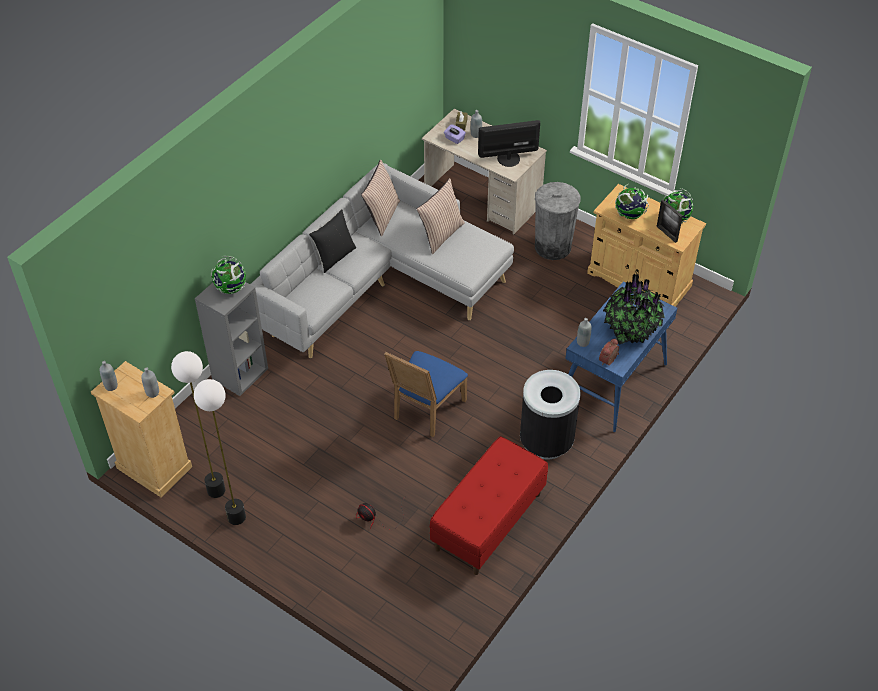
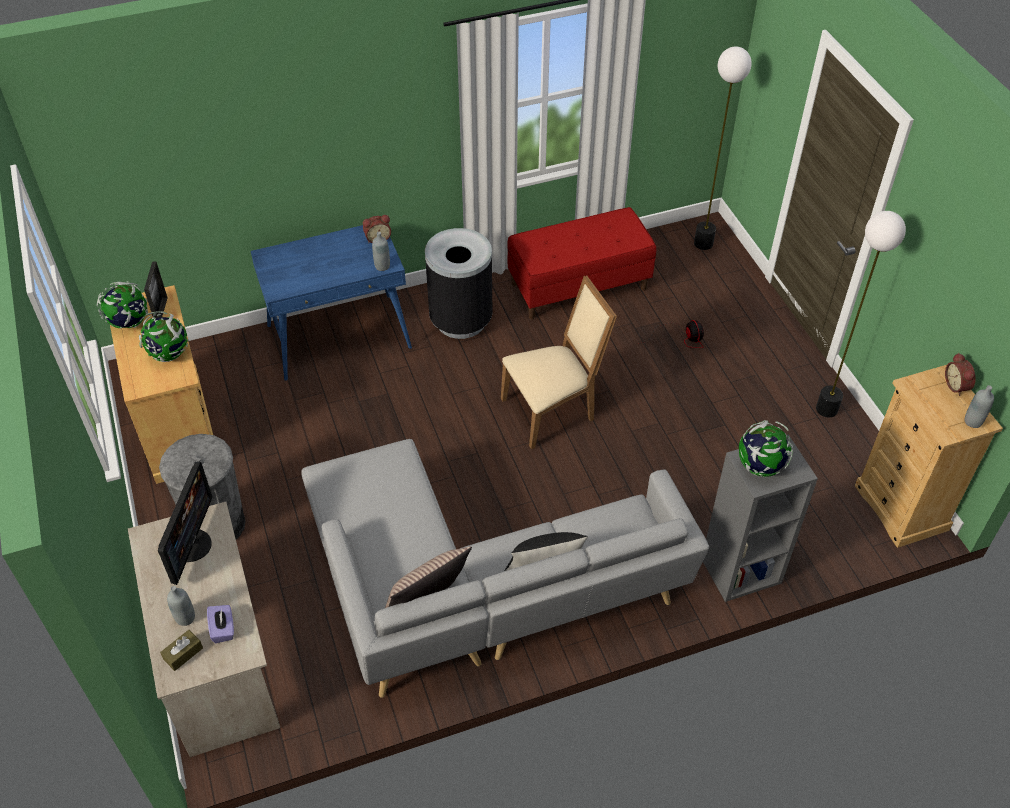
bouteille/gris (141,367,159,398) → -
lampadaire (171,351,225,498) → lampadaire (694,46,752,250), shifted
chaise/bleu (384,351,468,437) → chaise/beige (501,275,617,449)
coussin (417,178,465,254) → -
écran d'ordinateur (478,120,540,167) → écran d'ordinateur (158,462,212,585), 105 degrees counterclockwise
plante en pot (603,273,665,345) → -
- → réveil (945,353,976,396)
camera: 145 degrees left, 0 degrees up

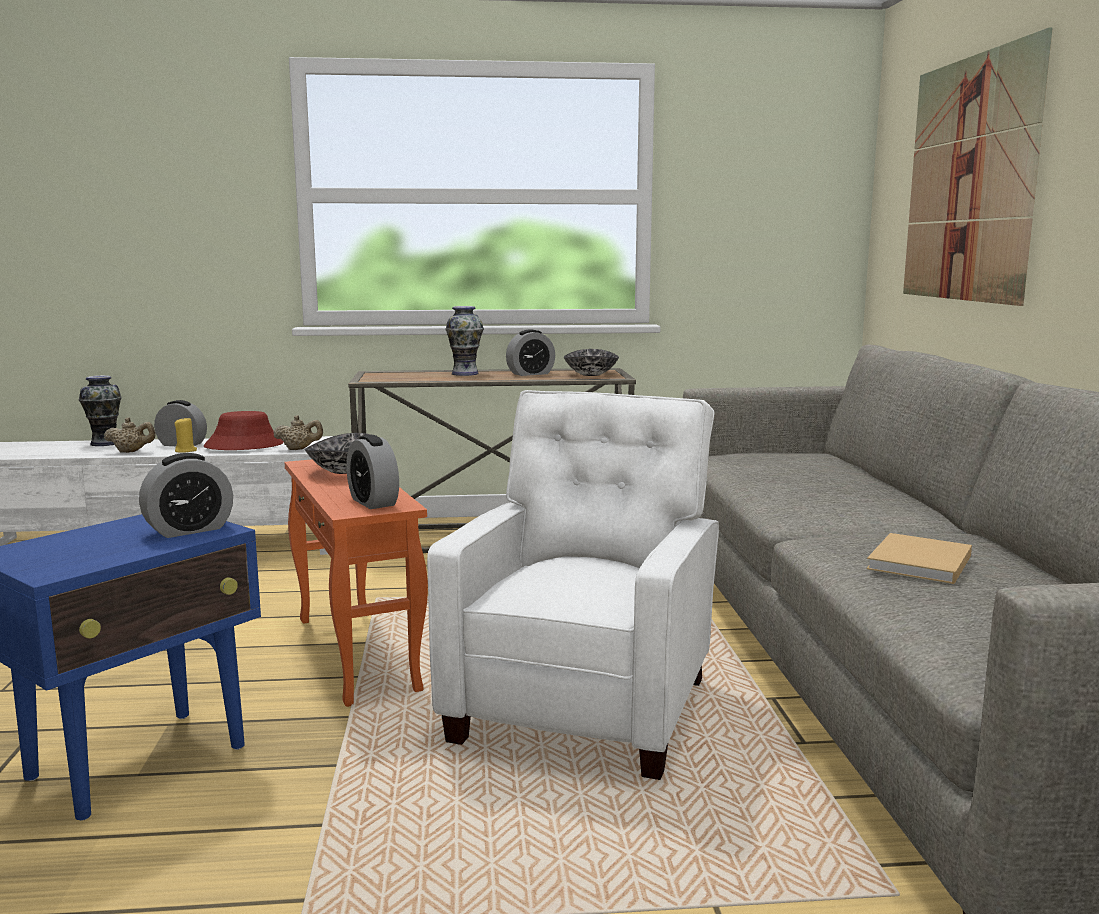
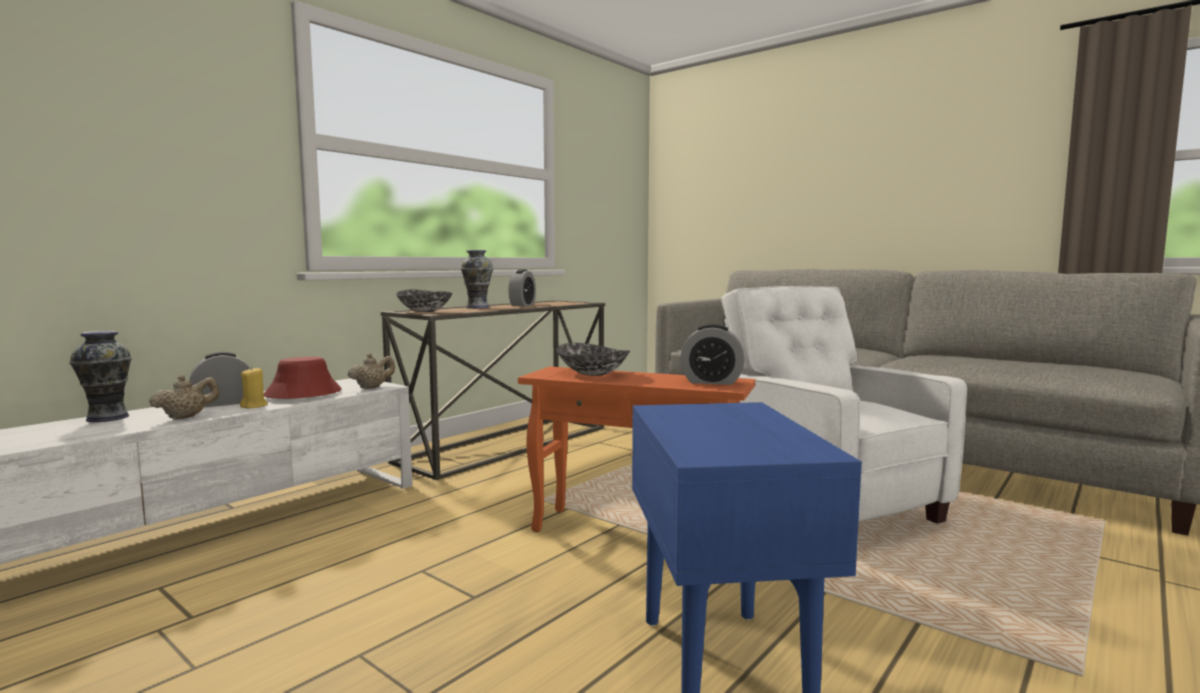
réveil (139,453,233,538) → -
bol (564,349,619,376) → bol (396,290,452,312), shifted
livre/beige (867,533,972,584) → -
tableau (903,27,1053,306) → -
camera: 45 degrees left, 5 degrees down

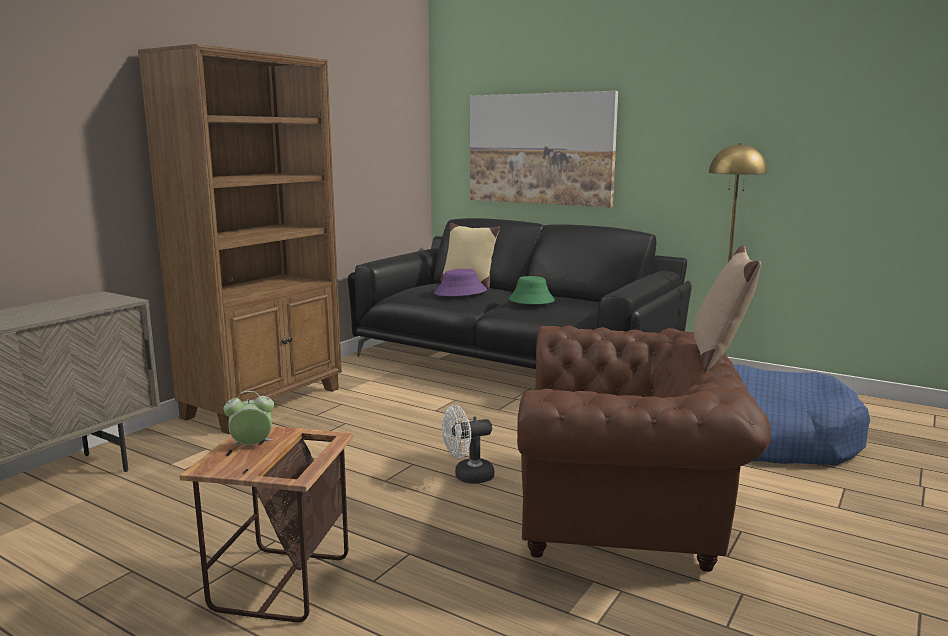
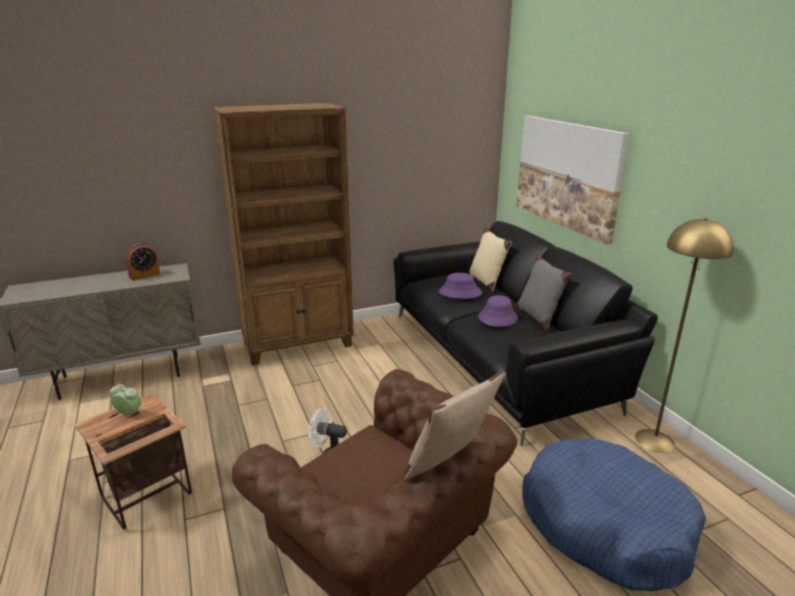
chapeau/vert (509,276,555,304) → chapeau/violet (478,295,518,327)
- → réveil (125,243,160,281)
- → coussin/gris (516,254,571,331)
camera: 35 degrees right, 10 degrees up

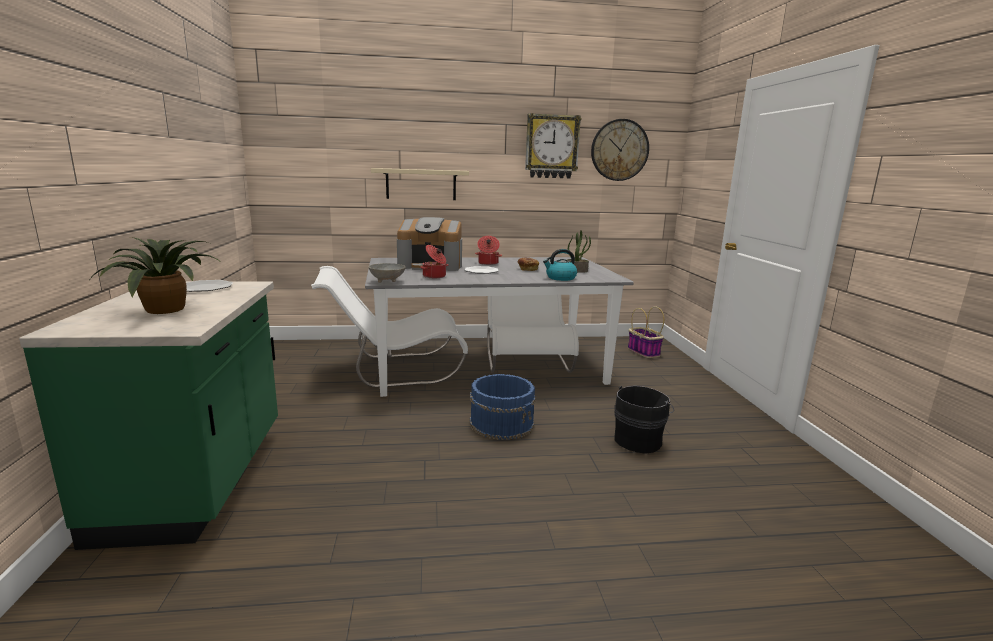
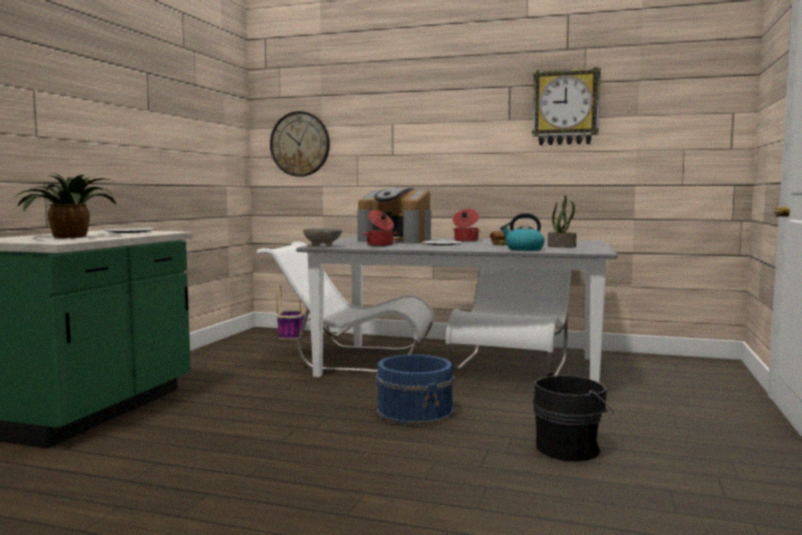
étagère/beige (371,168,469,200) → -
horloge murale (591,119,649,181) → horloge murale (270,111,330,177), shifted
panier (628,306,664,358) → panier (277,284,305,340), shifted
camera: 25 degrees right, 10 degrees down

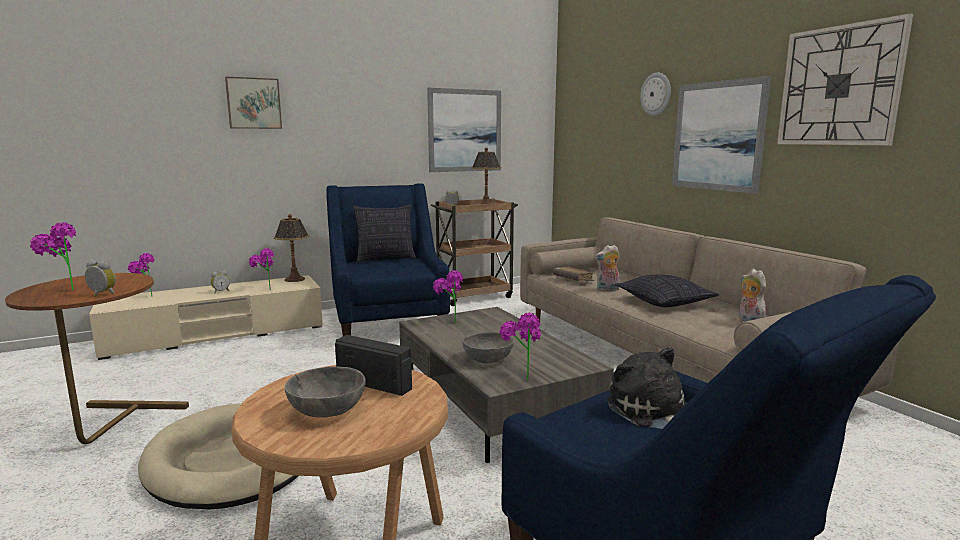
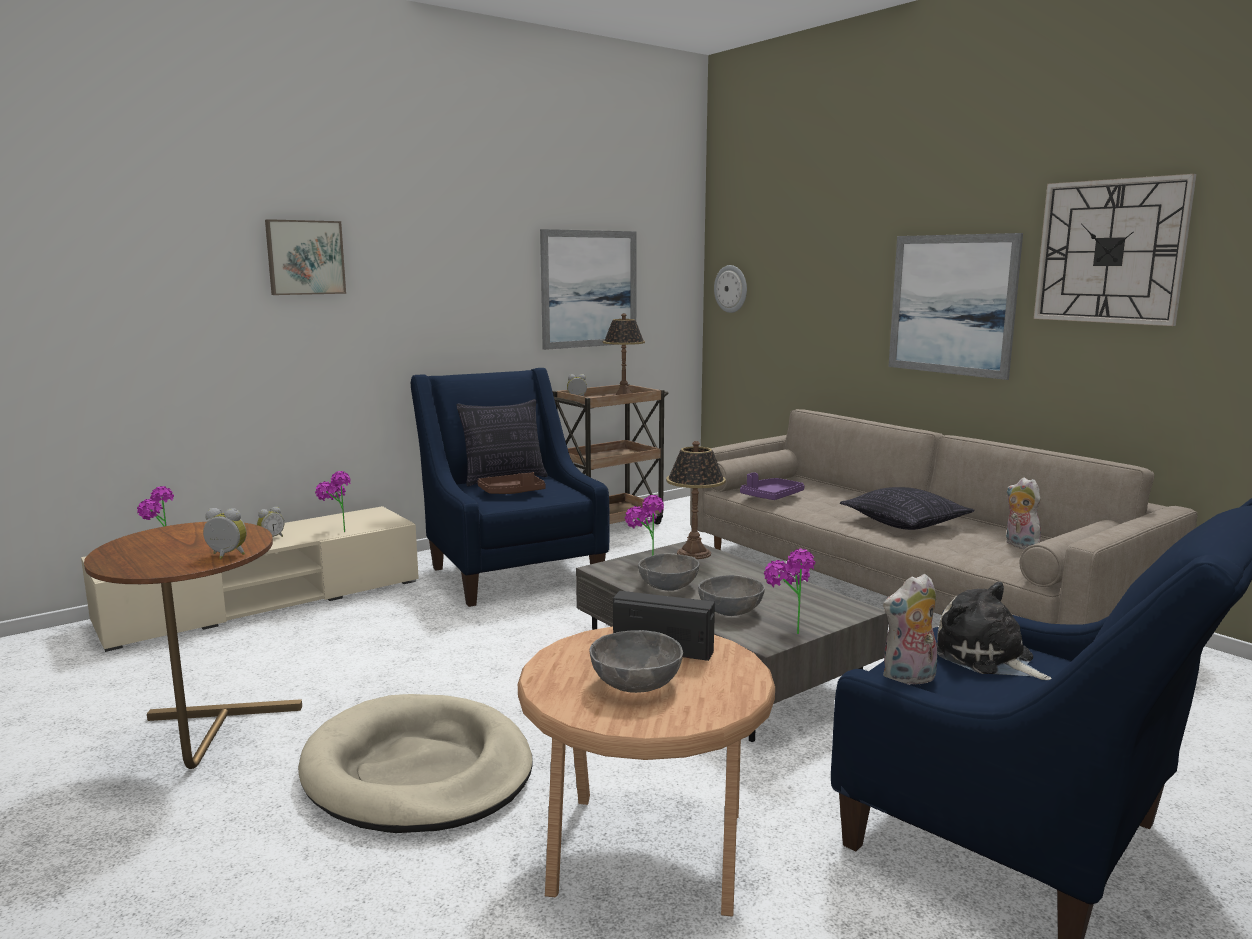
plante en pot (30,222,76,291) → -
lampe de table (274,214,309,282) → lampe de table (666,441,726,559), shifted
livre/marron (553,267,595,282) → plateau/violet (740,472,805,500)
peluche (595,245,620,292) → peluche (883,574,937,686), shifted
horloge murale (640,73,671,116) → horloge murale (714,265,747,313), shifted
- → plateau/marron (478,472,546,494)
- → bol/gris (638,553,699,591)
camera: 10 degrees left, 0 degrees up

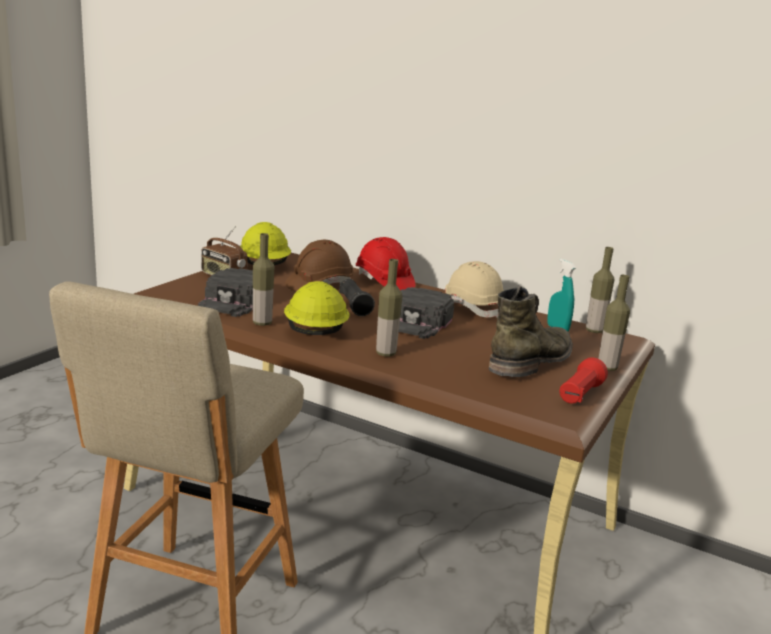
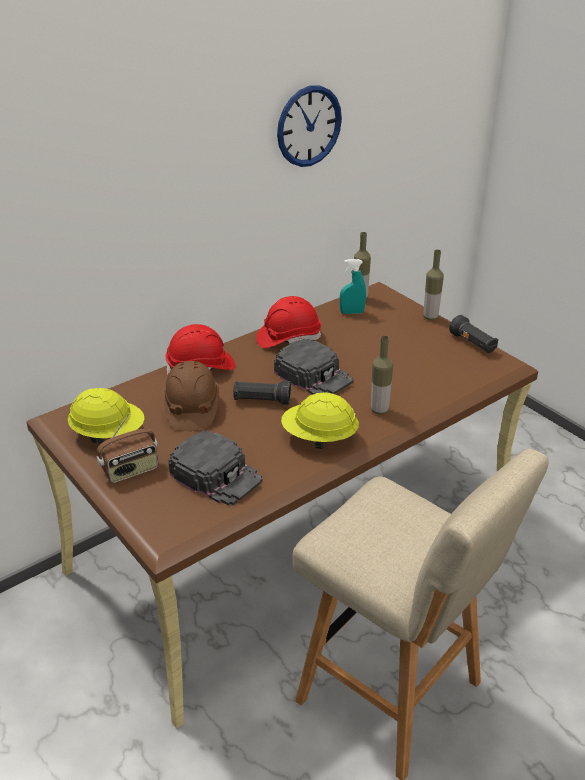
bouteille (253,233,274,326) → -
casque de chantier/beige (445,261,503,318) → casque de chantier/rouge (256,296,321,348)
botte/vert (489,286,573,377) → -
lampe de poche/rouge (559,357,608,404) → lampe de poche/noir (449,315,498,353)
- → horloge murale (277,85,342,167)
camera: 65 degrees left, 15 degrees up

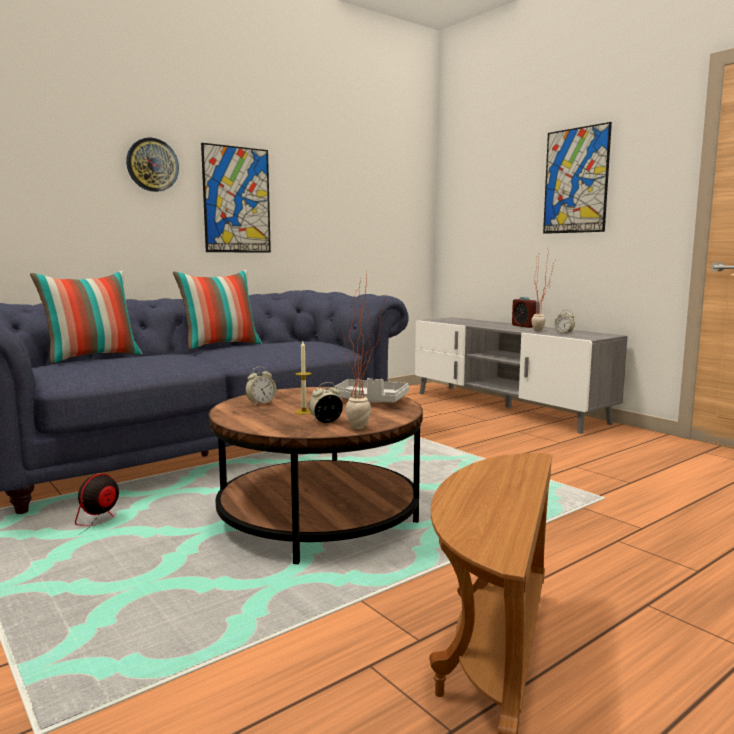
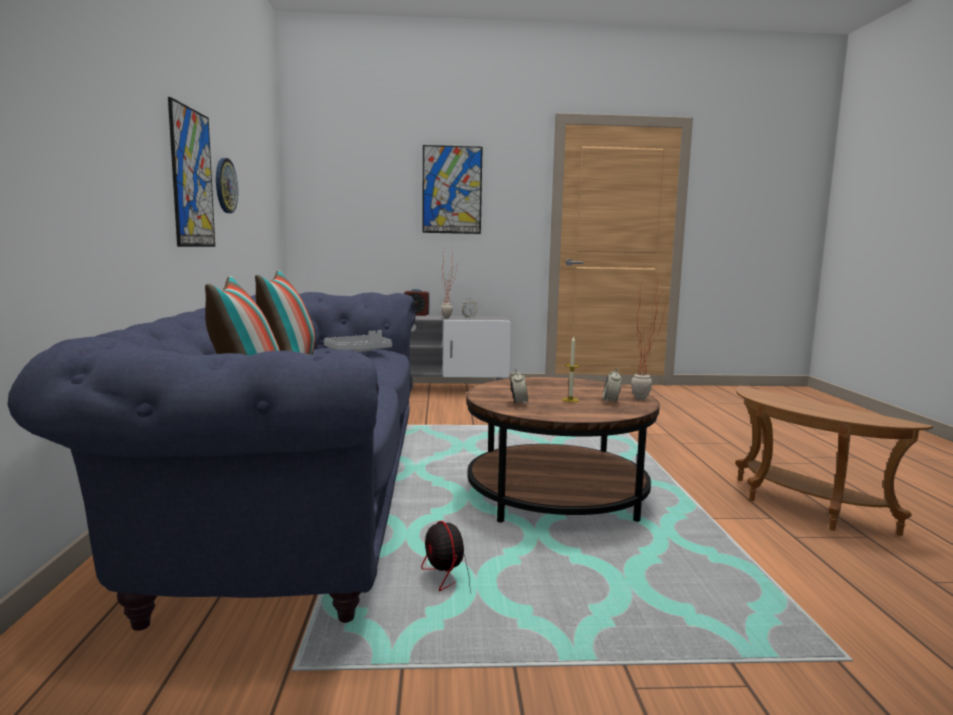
horloge murale (126,137,179,192) → horloge murale (216,158,238,213), shifted
plateau/gris (334,378,409,403) → plateau/gris (324,330,392,352), shifted
camera: 55 degrees left, 0 degrees up

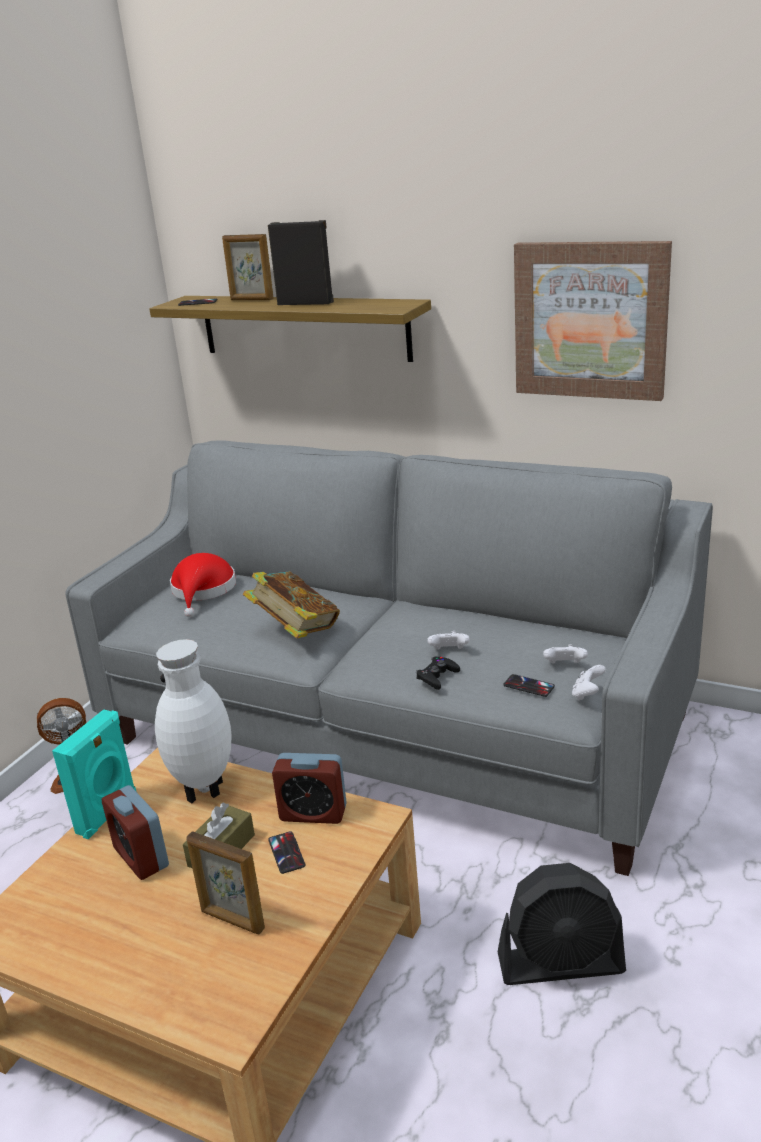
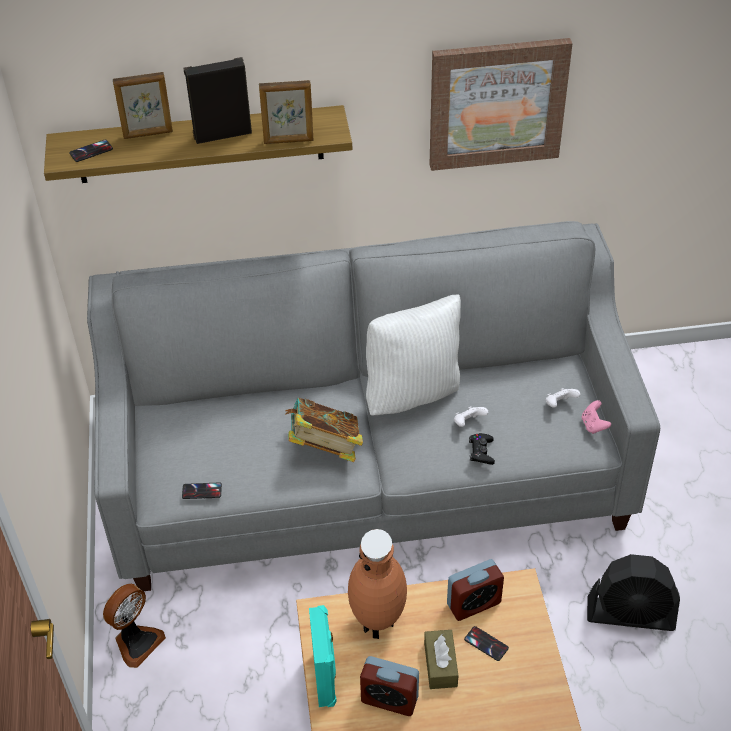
vase/blanc (155,639,231,804) → vase/marron (348,529,407,639)
chapeau/rouge (170,553,236,618) → -
cadre photo (186,831,265,935) → cadre photo (259,80,313,144), shifted
ventilateur/noir (498,863,626,985) → ventilateur/noir (587,554,680,631), 45 degrees clockwise
téléphone (503,674,555,697) → téléphone (182,482,222,499), shifted
manette/blanc (572,665,606,701) → manette/rose (582,400,611,434)
- → coussin/blanc (366,294,461,415)
camera: 35 degrees left, 20 degrees up

